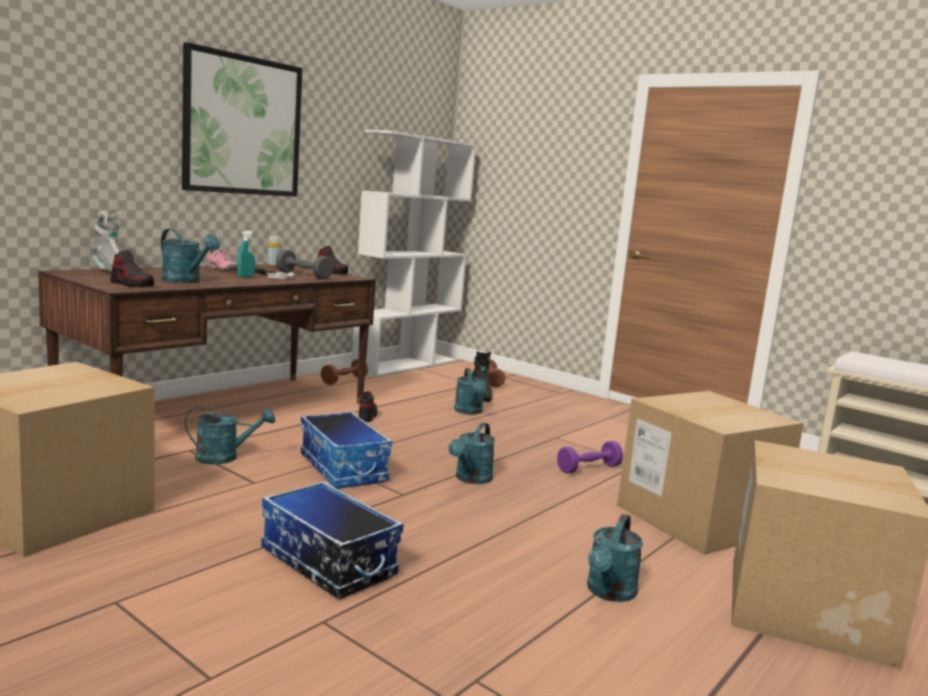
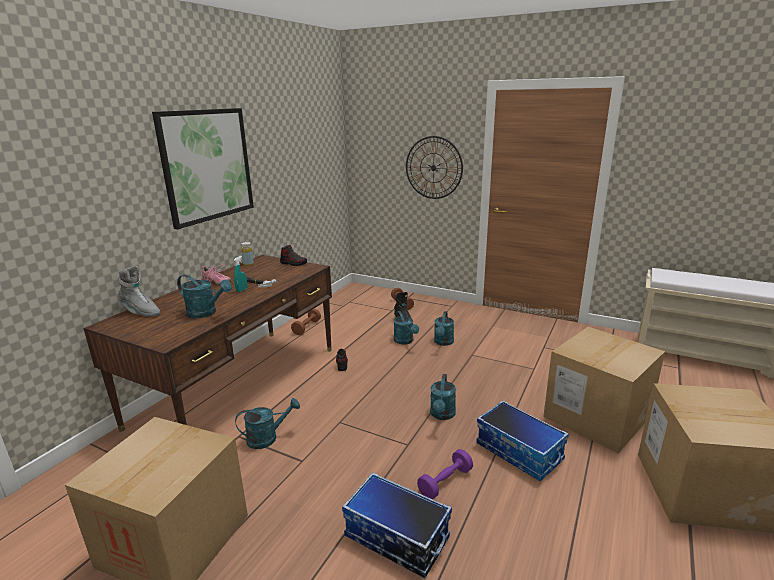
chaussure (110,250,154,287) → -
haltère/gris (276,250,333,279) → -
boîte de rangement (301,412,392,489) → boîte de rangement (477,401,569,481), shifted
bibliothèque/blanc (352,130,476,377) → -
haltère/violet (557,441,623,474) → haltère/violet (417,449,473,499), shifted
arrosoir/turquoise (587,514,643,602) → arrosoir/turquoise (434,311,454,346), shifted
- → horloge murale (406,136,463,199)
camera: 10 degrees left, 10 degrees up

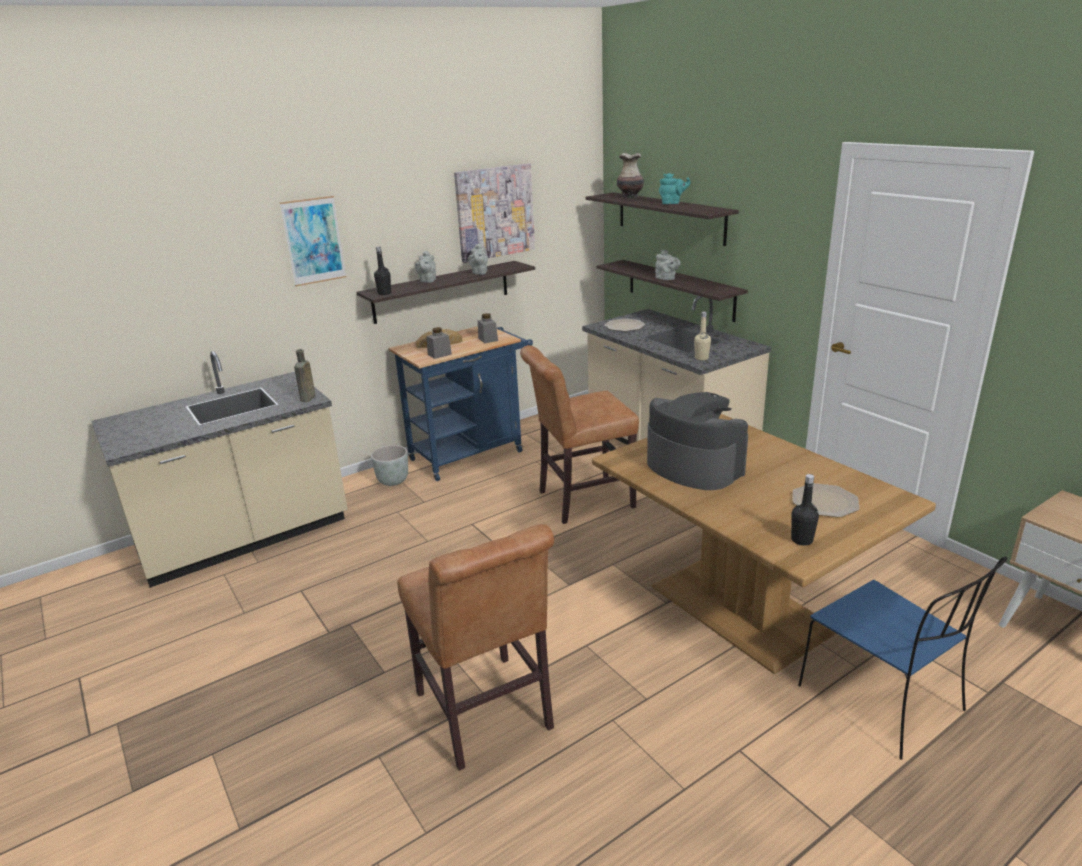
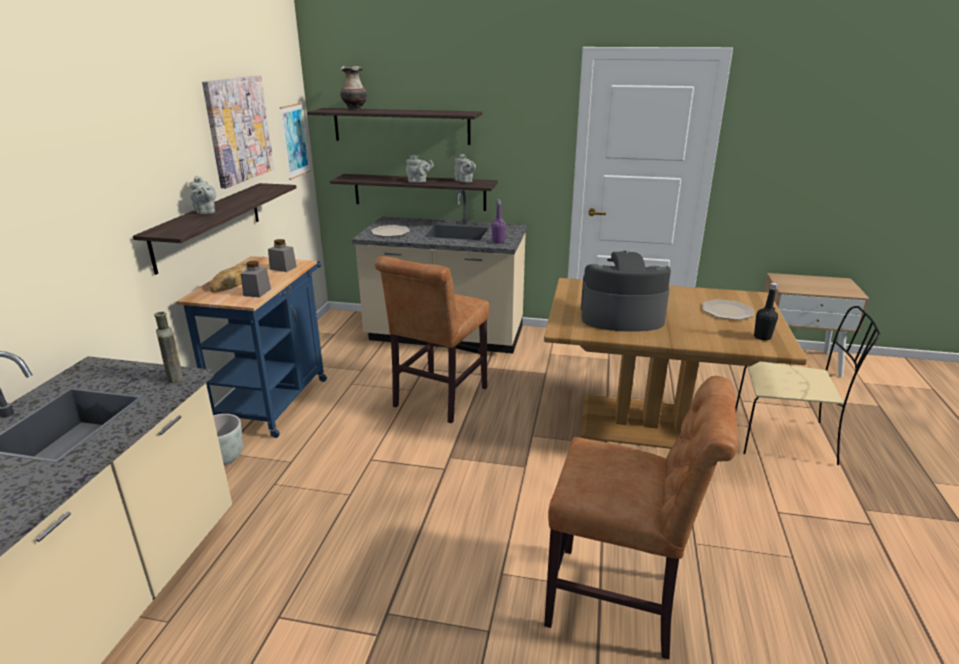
tableau (279,196,346,286) → tableau (280,103,310,180), shifted
bouteille/noir (374,247,391,295) → -
théière/gris (468,243,488,275) → théière/gris (455,154,476,183), shifted
théière/turquoise (659,173,690,204) → -
bouteille/beige (694,312,711,360) → bouteille/violet (491,200,506,243)
chaise/bleu (798,557,1007,760) → chaise/beige (735,306,880,465)
camera: 45 degrees left, 0 degrees up

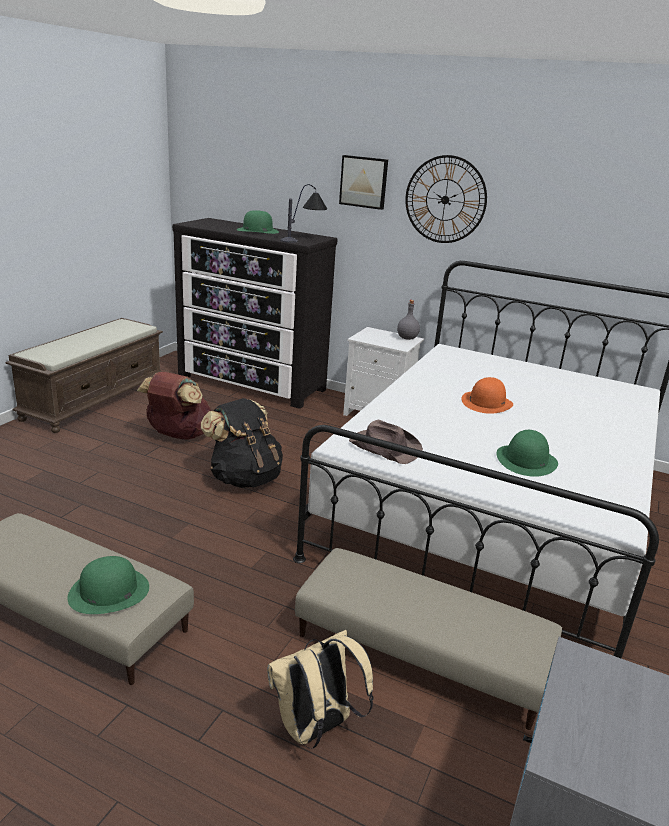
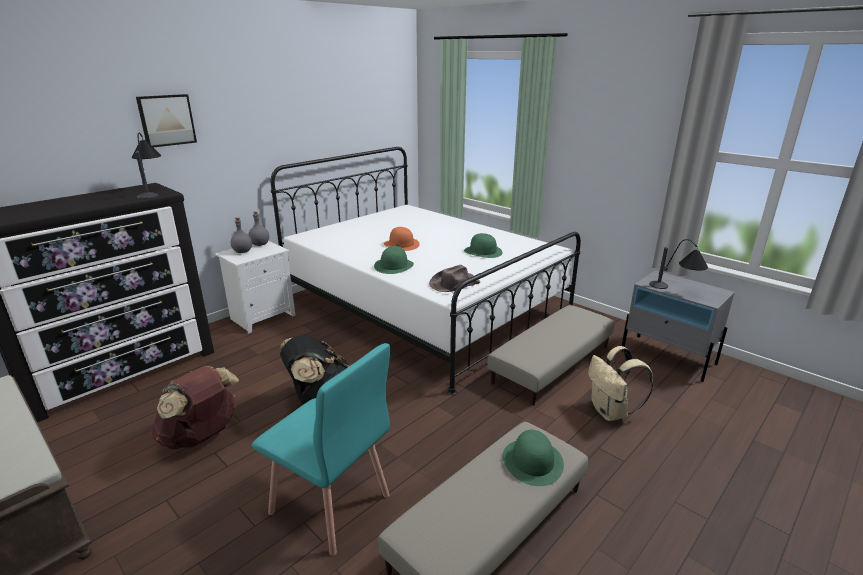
chapeau/vert (237,210,279,234) → chapeau/vert (374,246,414,274), shifted
horloge murale (405,155,487,243) → -
- → bouteille/gris (231,217,252,253)
- → chaise/turquoise (252,343,390,556)
- → lampe de table (649,239,708,289)
camera: 70 degrees left, 0 degrees up

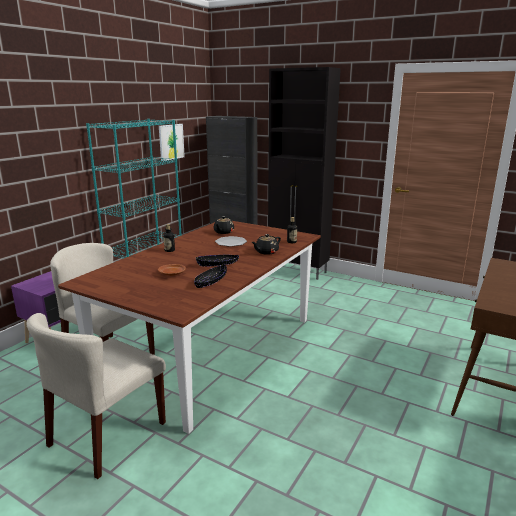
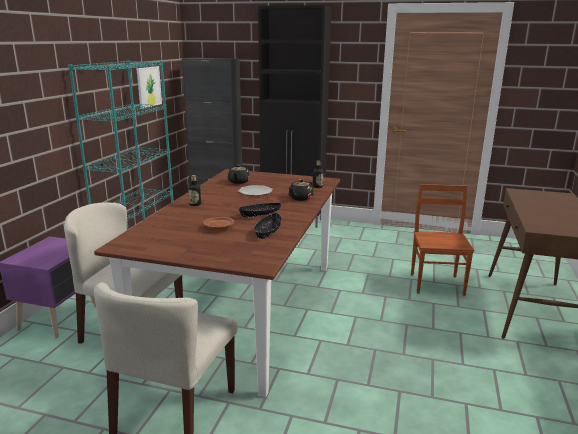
- → chaise/marron (411,184,474,296)
camera: 15 degrees left, 0 degrees up

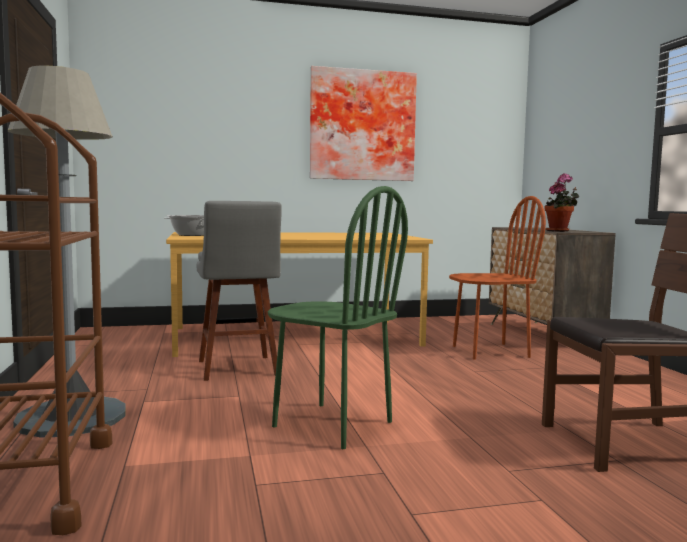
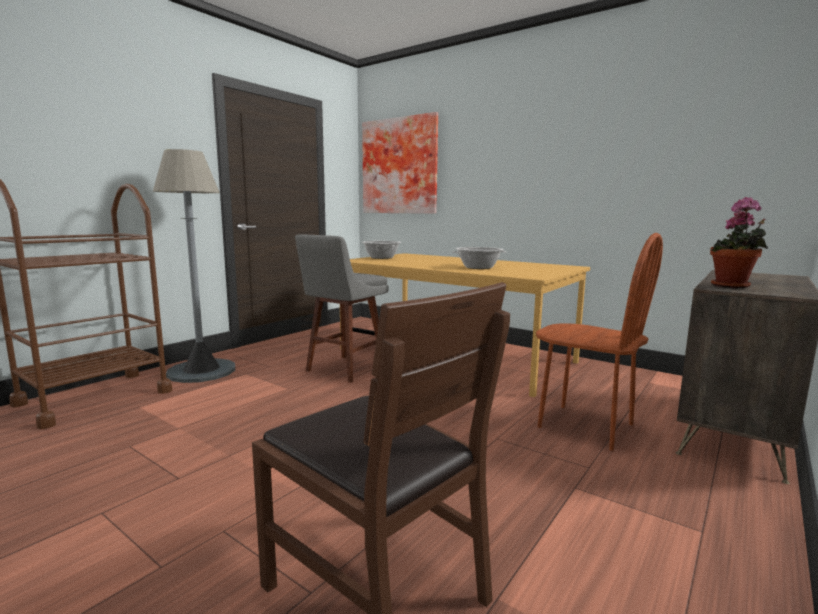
chaise/vert (268,186,408,449) → -
tableau (310,66,417,181) → tableau (362,112,438,214), shifted
- → marmite (452,247,507,269)
camera: 50 degrees right, 5 degrees up

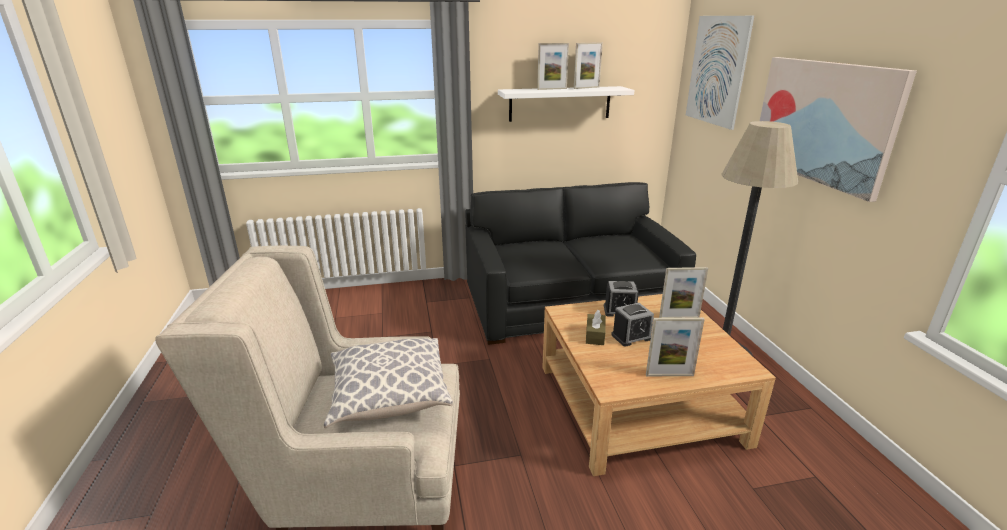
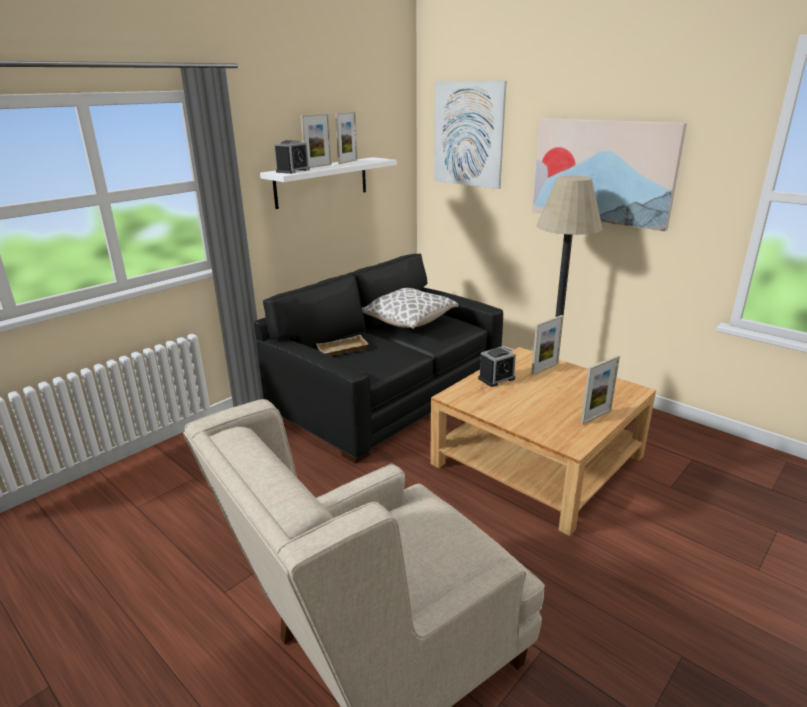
coussin (324,338,453,429) → coussin (362,288,458,329), shifted
boîte à mouchoirs/marron (586,310,605,345) → -
réveil (611,303,654,347) → réveil (274,140,310,174), shifted
- → plateau/beige (316,335,368,356)
camera: 35 degrees left, 0 degrees up

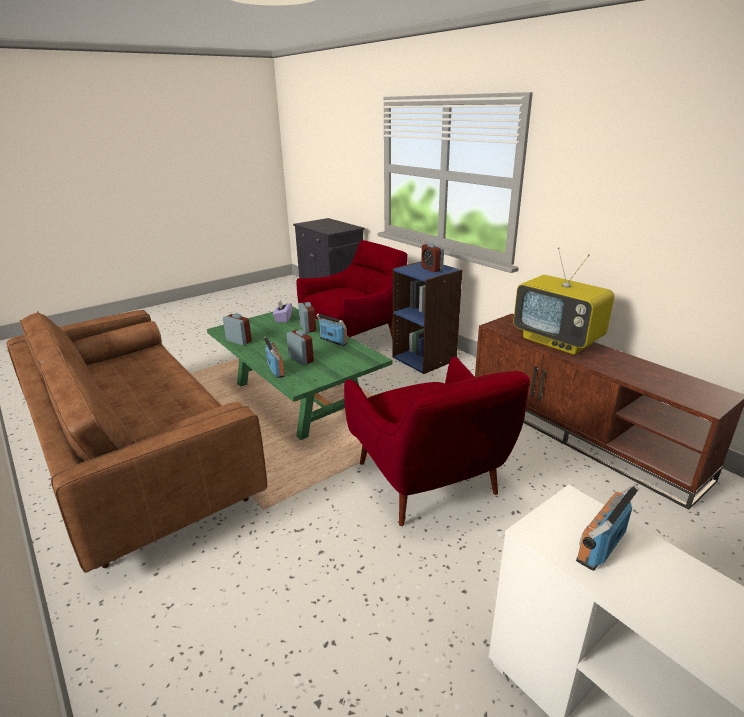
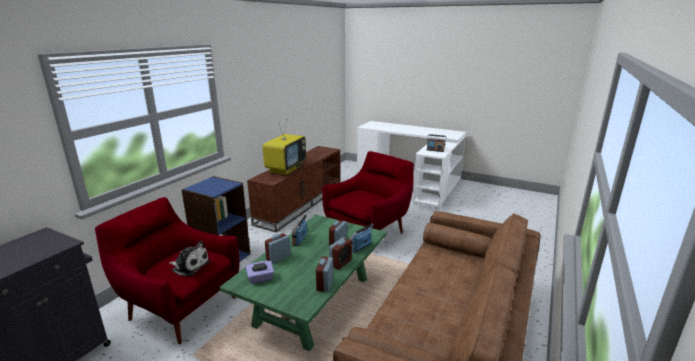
réveil (421,243,444,272) → réveil (329,237,352,269), shifted
- → peluche (169,241,210,276)
camera: 115 degrees left, 5 degrees down

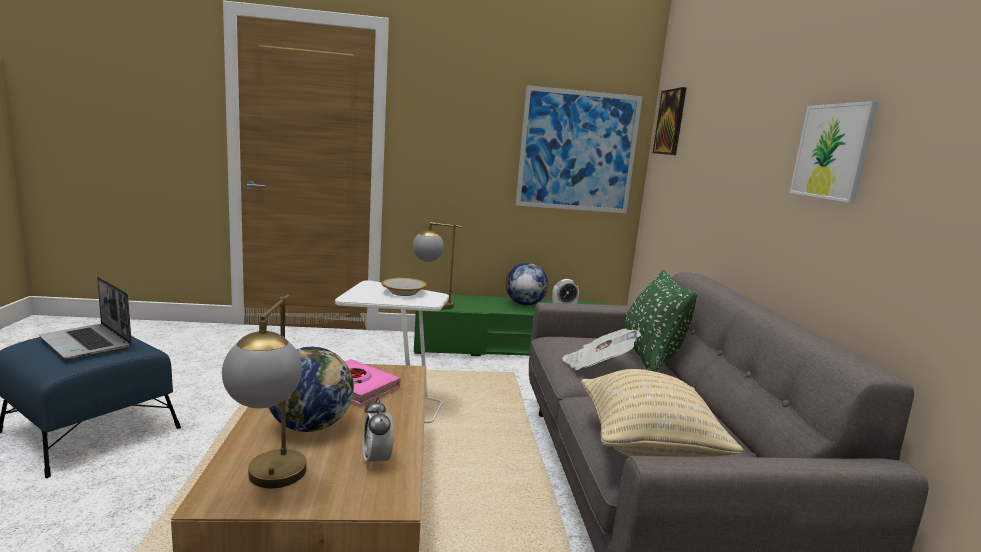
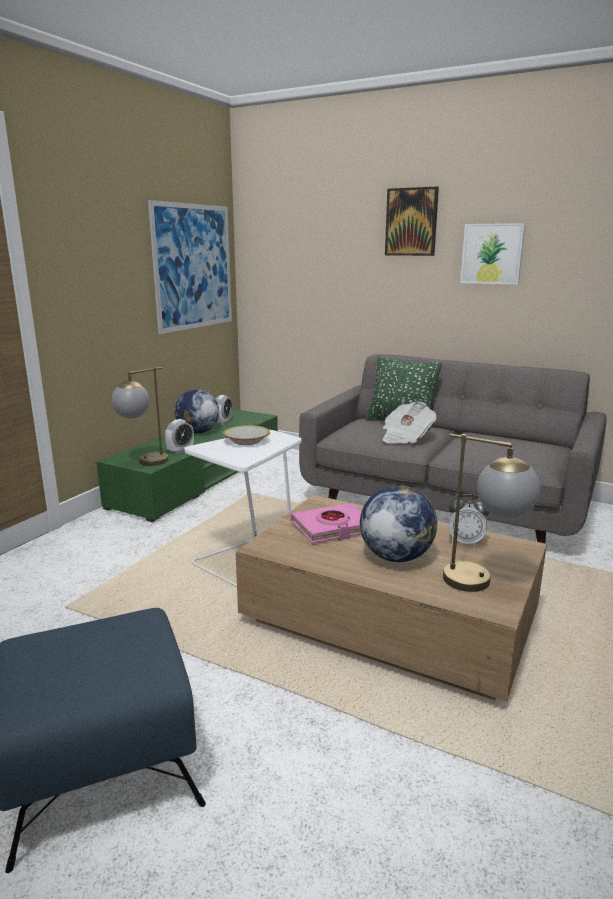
ordinateur portable (39,276,132,359) → -
coussin/beige (581,369,744,457) → -
tableau (653,87,687,155) → tableau (385,187,439,256), shifted
- → réveil (165,419,194,454)
camera: 55 degrees left, 5 degrees up

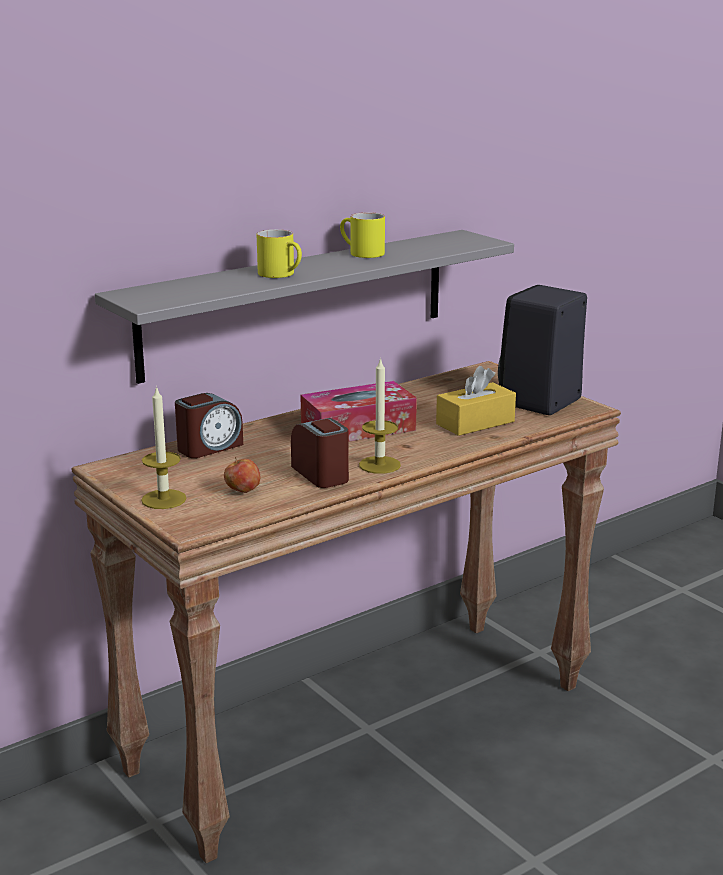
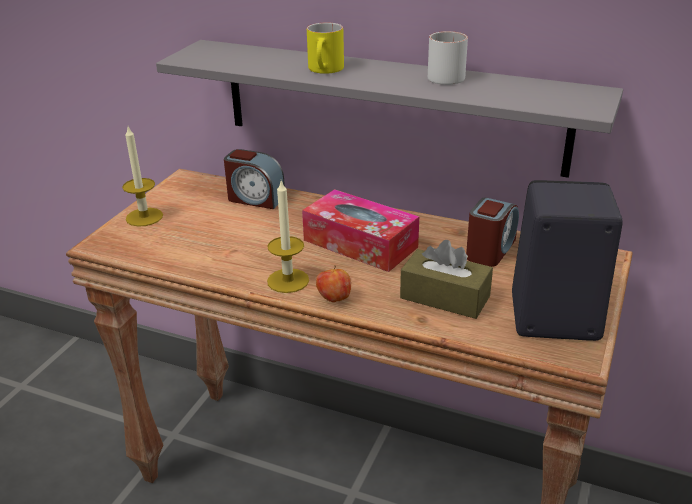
pomme (224,457,260,493) → pomme (316,265,351,302), shifted
réveil (291,418,349,488) → réveil (466,197,519,267), shifted
mug/jaune (340,212,385,258) → mug/blanc (428,31,468,85)
boîte à mouchoirs/jaune (436,366,516,436) → boîte à mouchoirs/marron (400,240,493,319)
camera: 60 degrees right, 10 degrees up

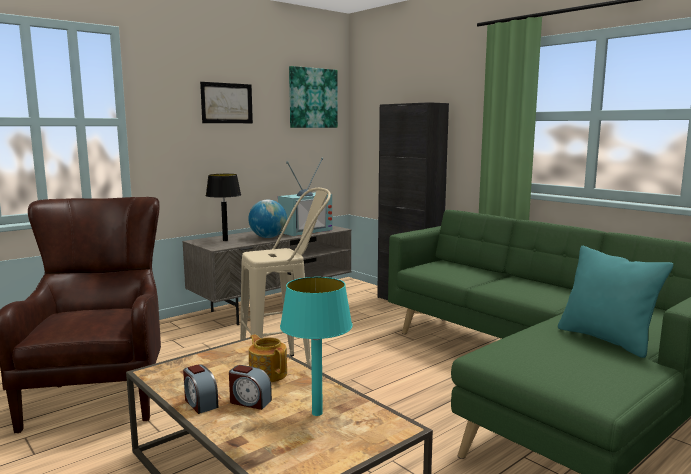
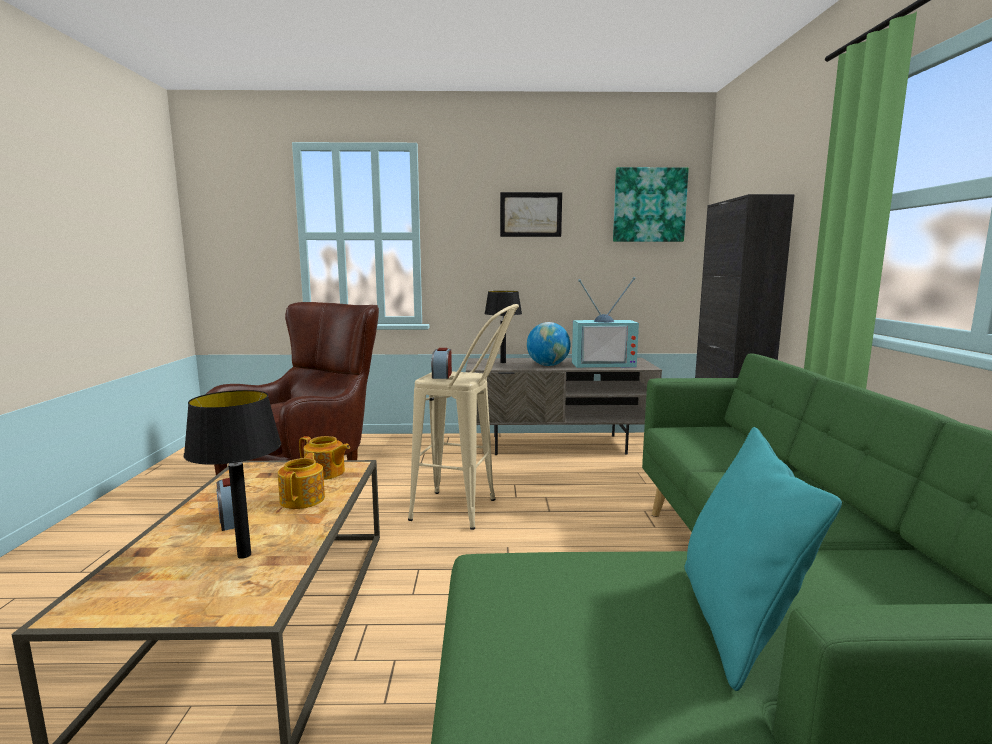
réveil (183,364,219,414) → réveil (431,348,452,379), shifted
lampe de table/turquoise (280,277,352,416) → lampe de table/noir (184,390,281,559)
- → théière (299,436,350,480)
camera: 40 degrees right, 0 degrees up

